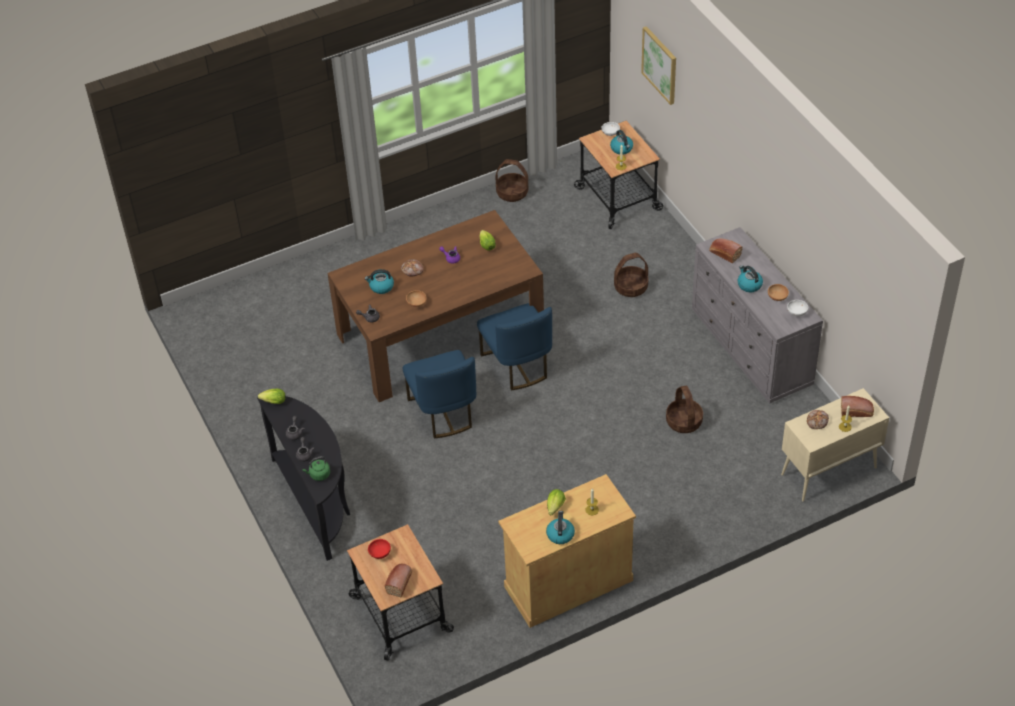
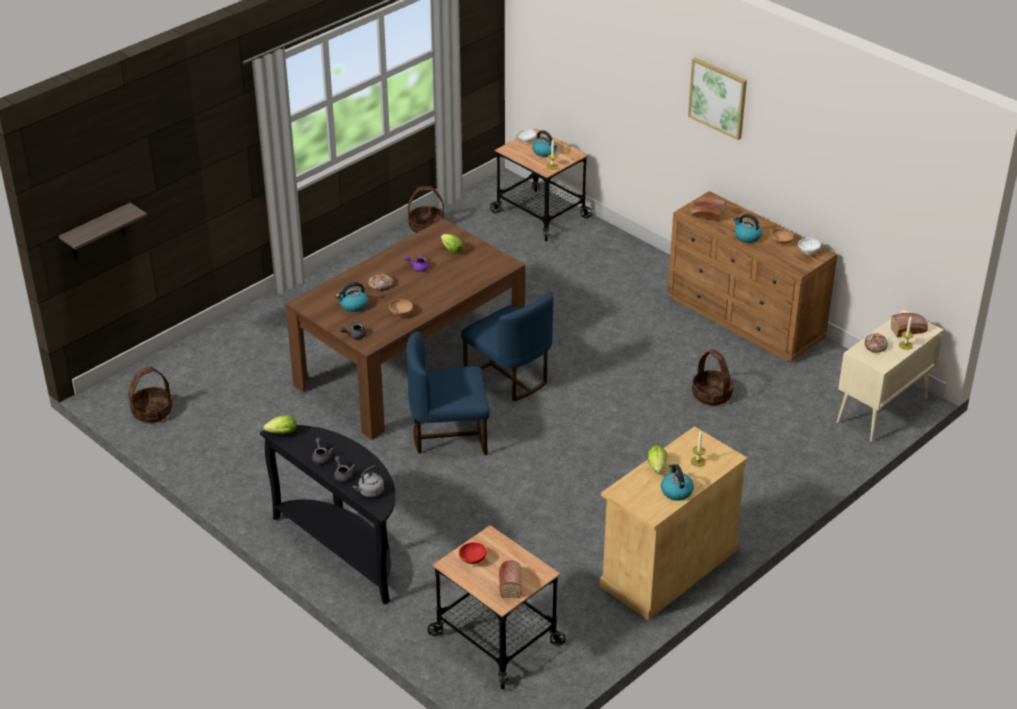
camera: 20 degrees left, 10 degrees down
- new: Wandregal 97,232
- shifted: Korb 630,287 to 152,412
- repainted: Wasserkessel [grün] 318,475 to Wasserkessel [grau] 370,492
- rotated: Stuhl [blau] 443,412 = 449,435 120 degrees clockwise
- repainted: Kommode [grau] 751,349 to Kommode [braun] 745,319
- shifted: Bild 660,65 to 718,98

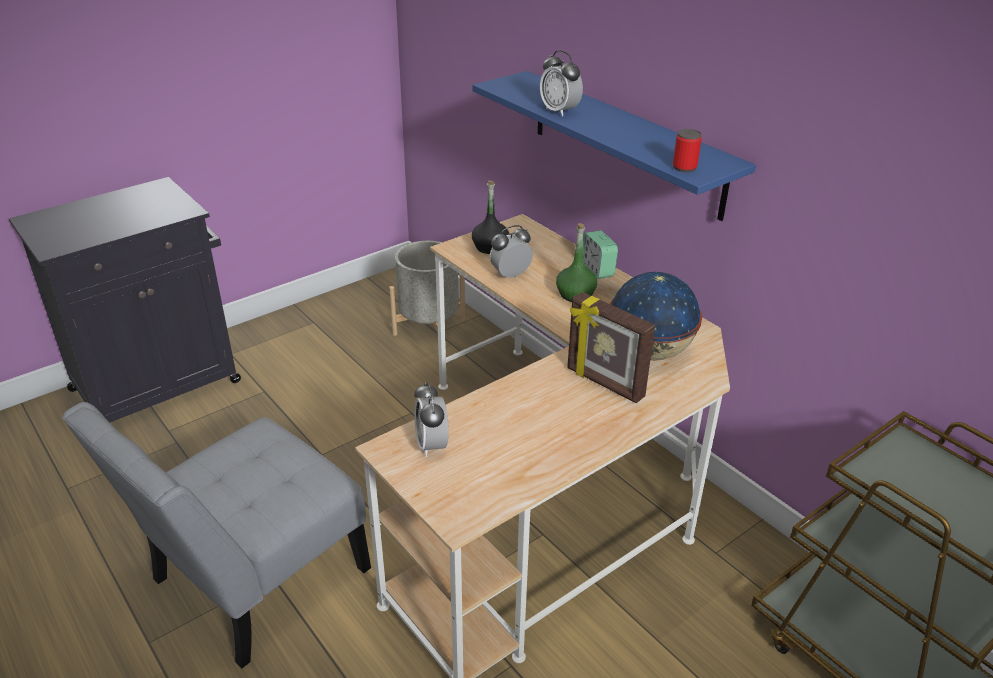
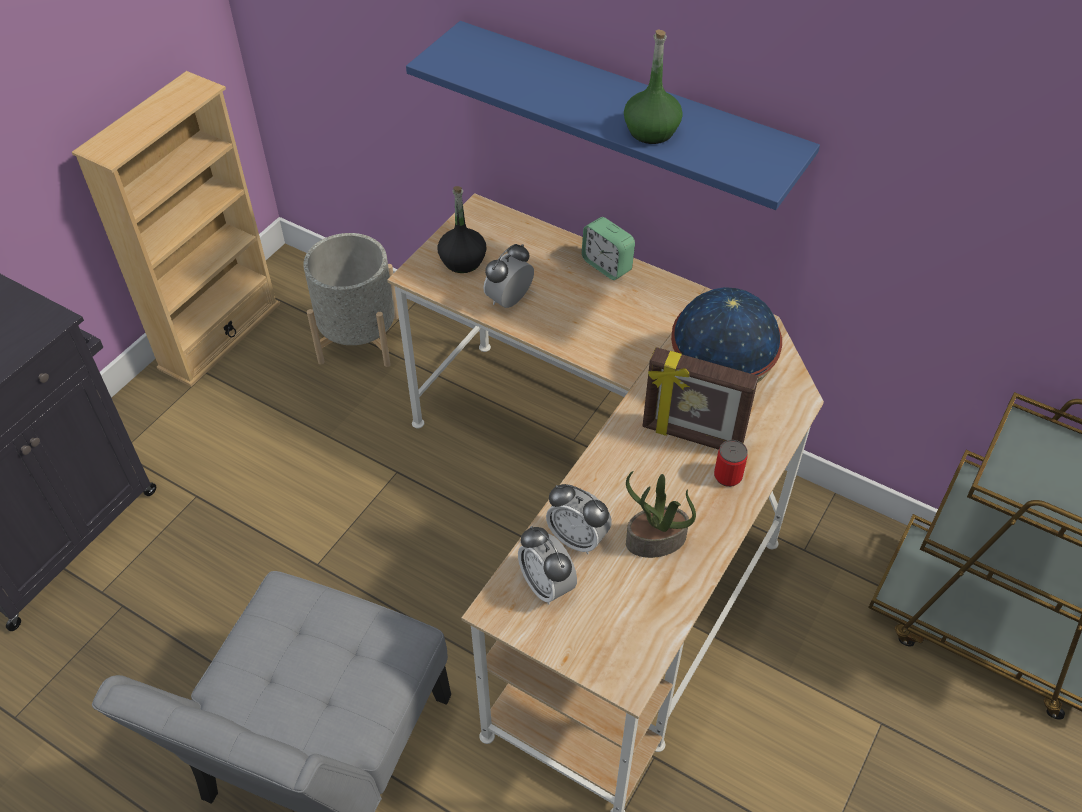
camera: 20 degrees left, 15 degrees up
- new: Bücherregal [beige] 220,336
- shifted: Wecker 559,111 to 577,538
- shifted: Flasche [grün] 575,294 to 651,131
- new: Topfpflanze 655,541
- shifted: Dose 684,167 to 727,476

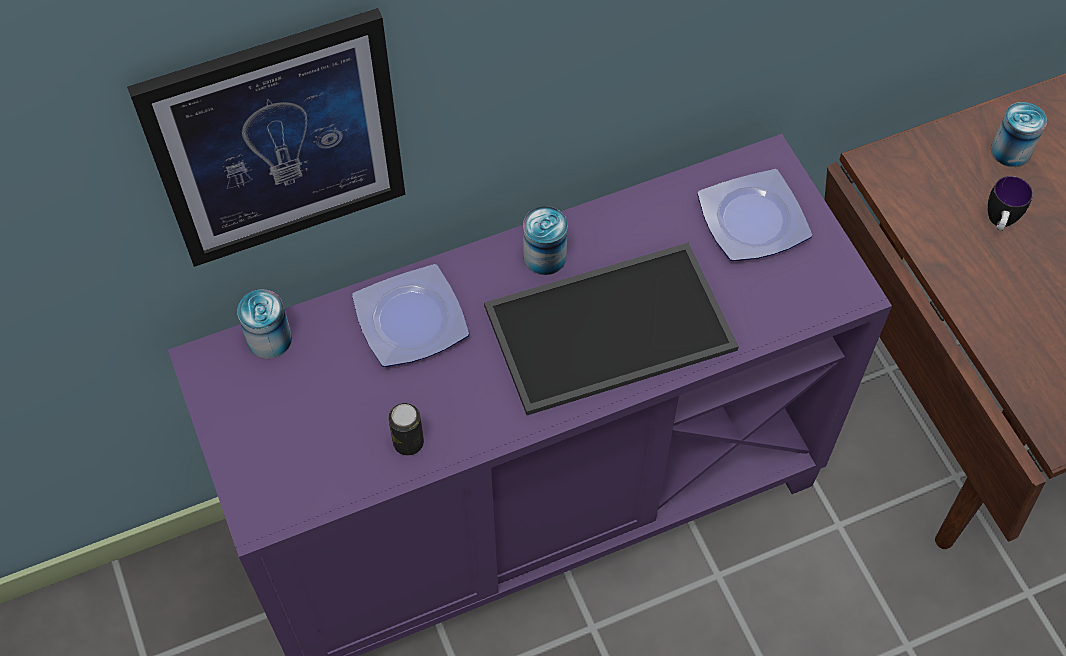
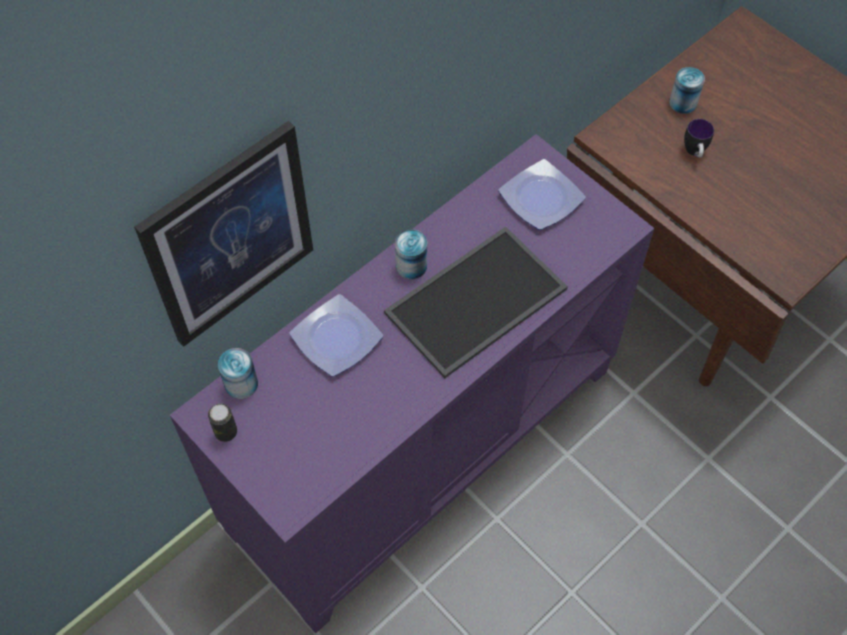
camera: 20 degrees left, 0 degrees up
- shifted: Dose 408,442 to 226,432

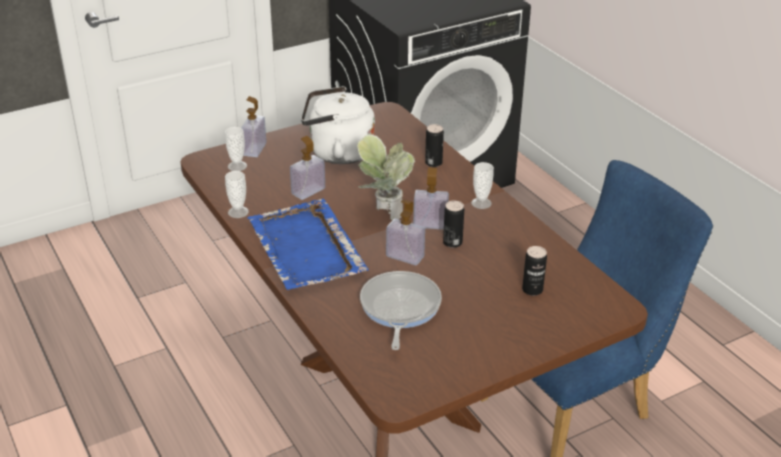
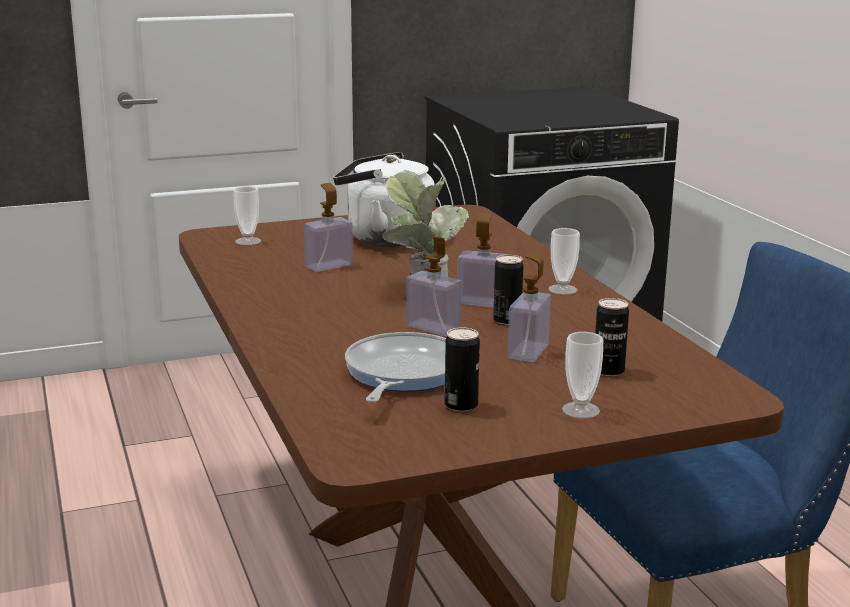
camera: 10 degrees right, 15 degrees down
- shifted: Dose 433,163 to 461,405
- shifted: Seifenspender 254,149 to 528,351
- shifted: Tasse 238,212 to 580,410
- gone: Tablett [blau] 306,249

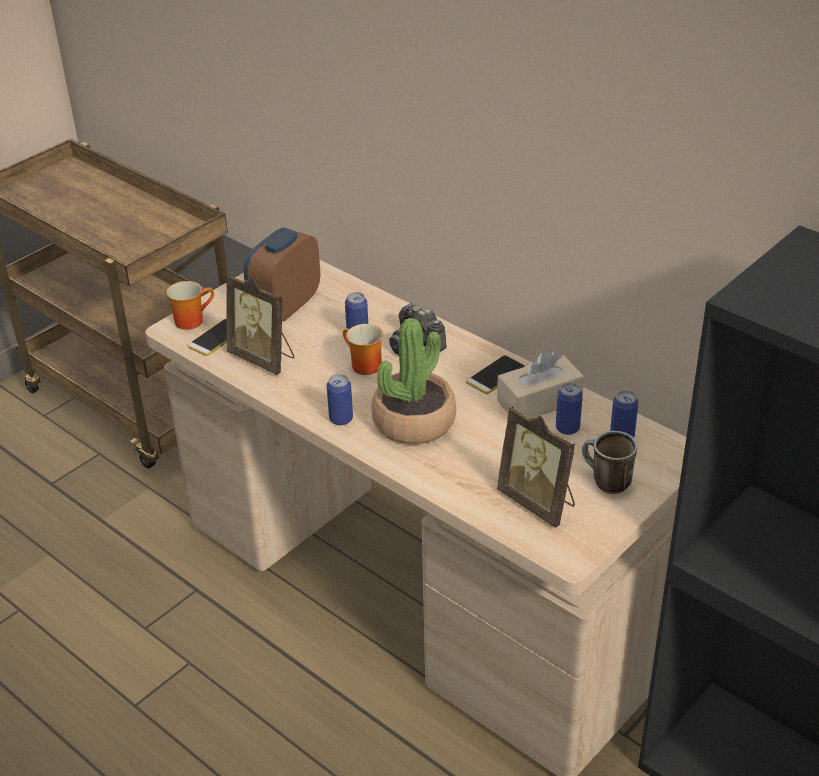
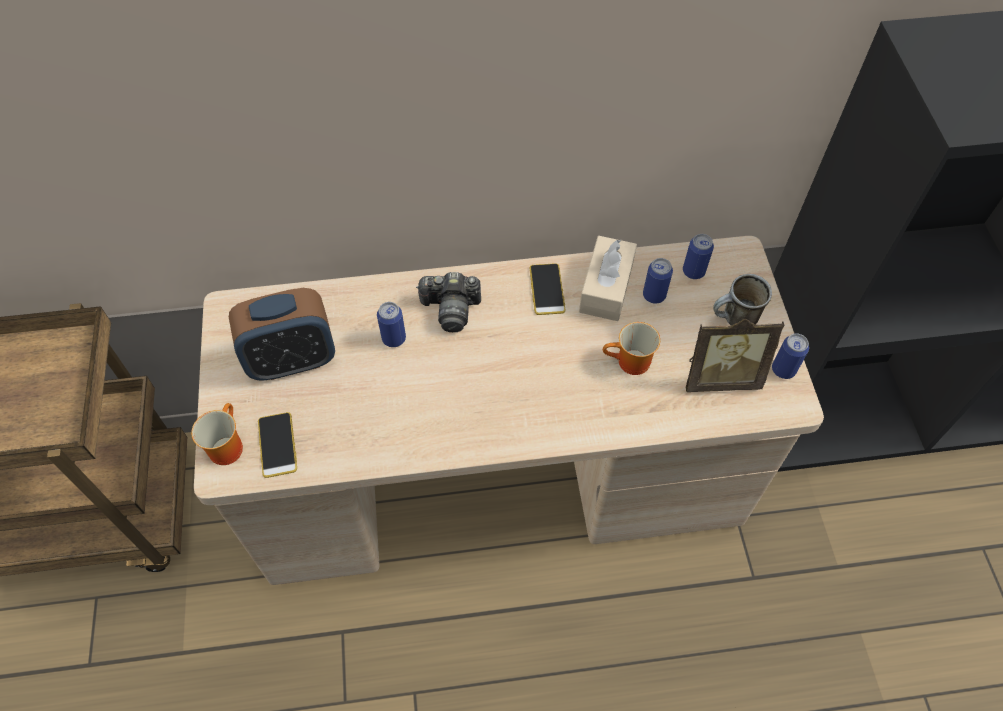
camera: 50 degrees left, 20 degrees up
- rotated: Wecker 285,306 = 292,360 90 degrees counterclockwise
- shifted: Henkelbecher 362,365 to 630,364
- shifted: Dose 341,419 to 783,370
- gone: Bilderrahmen 264,358
- gone: Topfpflanze 414,421

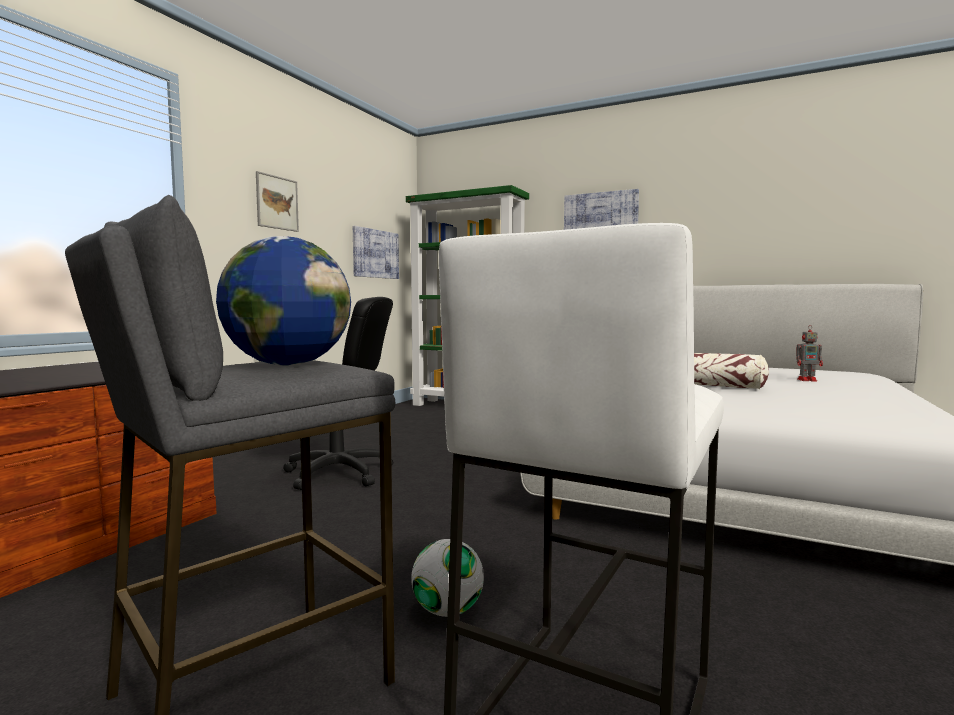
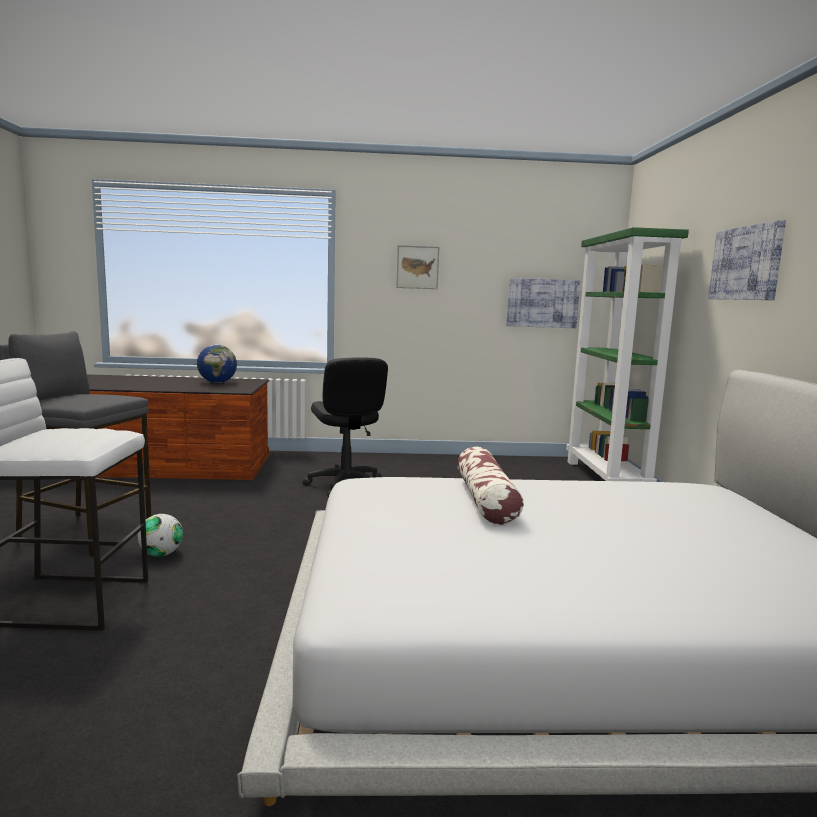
camera: 60 degrees right, 5 degrees up
- shifted: Globus 288,365 to 217,382
- gone: Spielzeugroboter 808,380

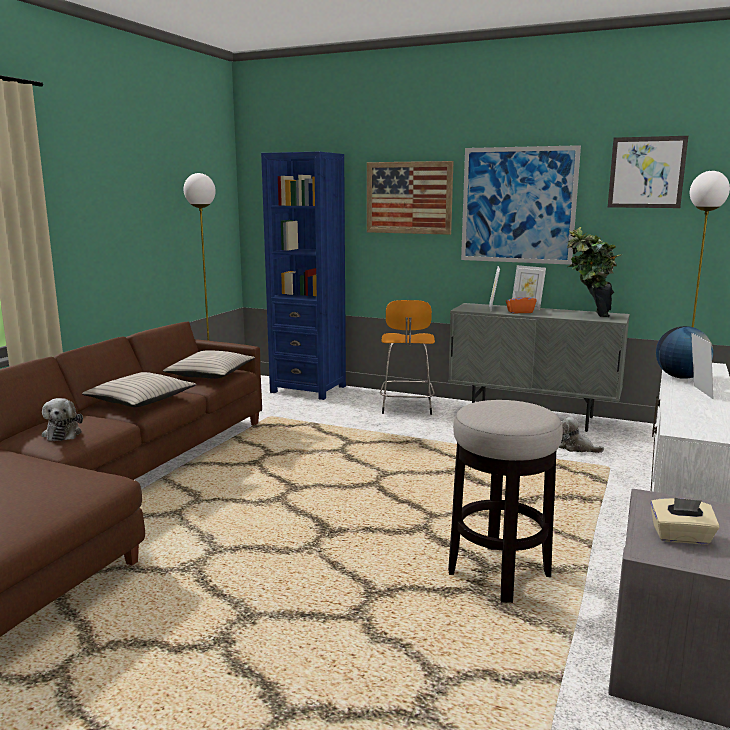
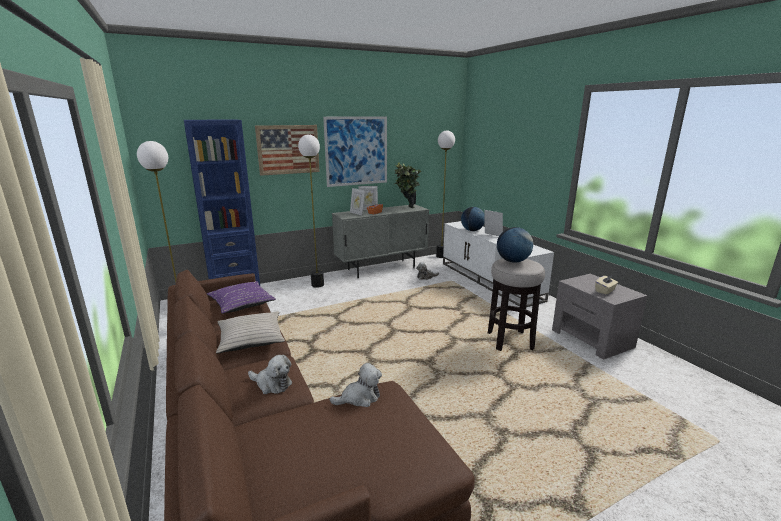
camera: 50 degrees left, 5 degrees up
- repainted: Kissen [beige] 210,374 to Kissen [lila] 241,303
- swapped: Hocker [orange] 406,407 to Stehlampe 317,285
- new: Plüschtier 359,398
- new: Globus 513,261
- gone: Bild 646,172

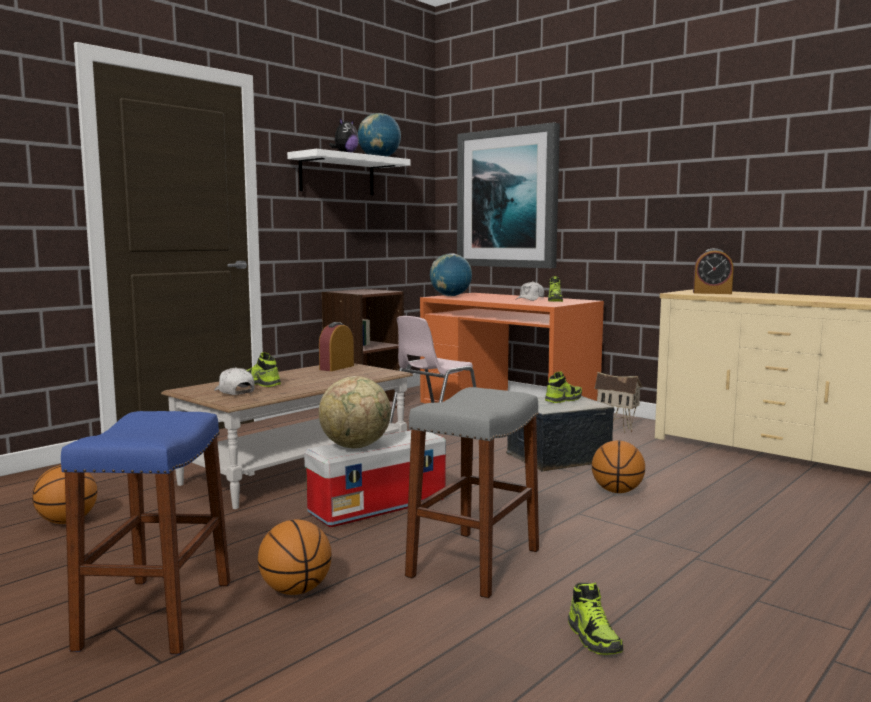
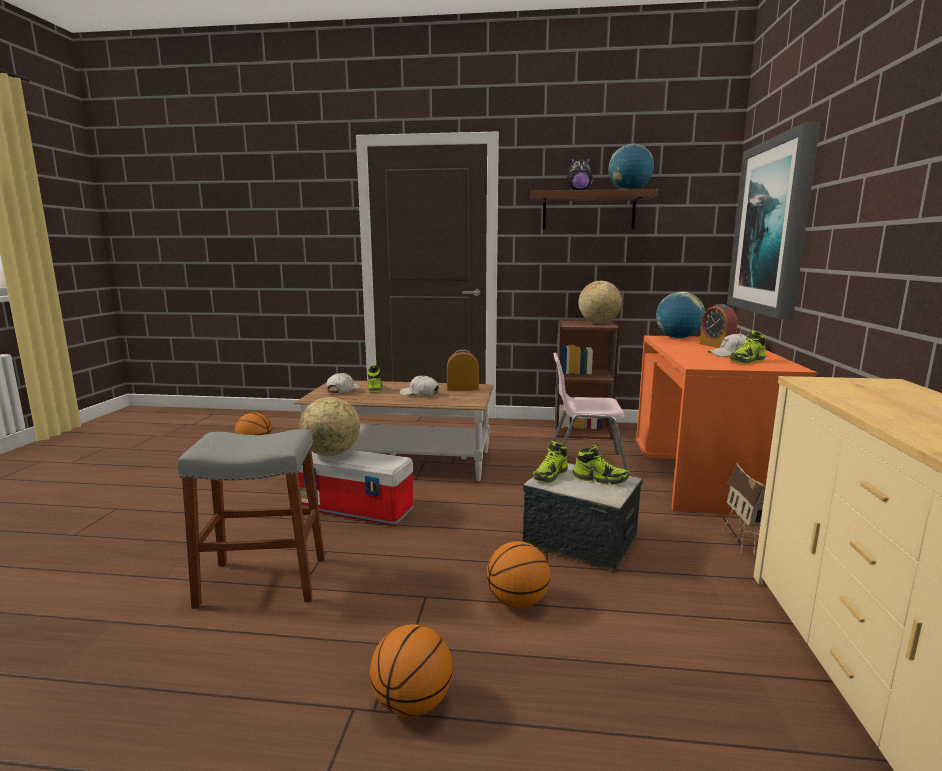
camera: 55 degrees right, 5 degrees up
- shifted: Basketball 295,591 to 412,703
- new: Kappe [weiß] 419,394
- repainted: Wandregal [weiß] 337,175 to Wandregal [braun] 588,211
- shifted: Schuh 594,638 to 550,475
- new: Globus 598,323
- shifted: Wecker 712,293 to 716,346
- gone: Hocker [blau] 157,614

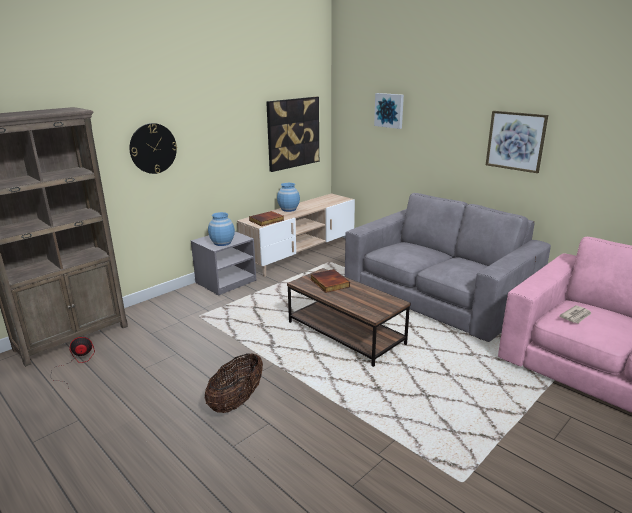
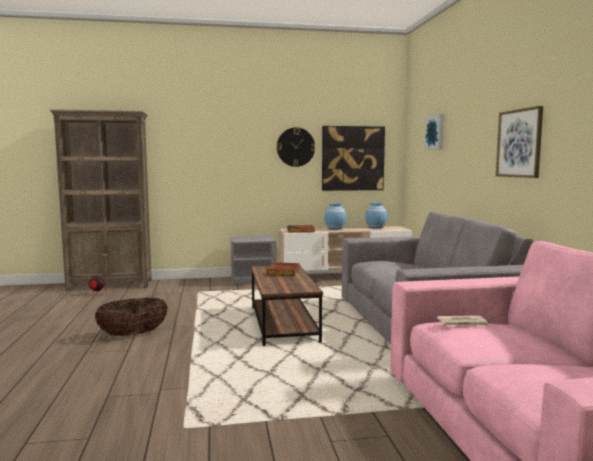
camera: 35 degrees right, 15 degrees down
- shifted: Wanduhr 153,148 to 295,147
- shifted: Vase [blau] 222,243 to 376,227

